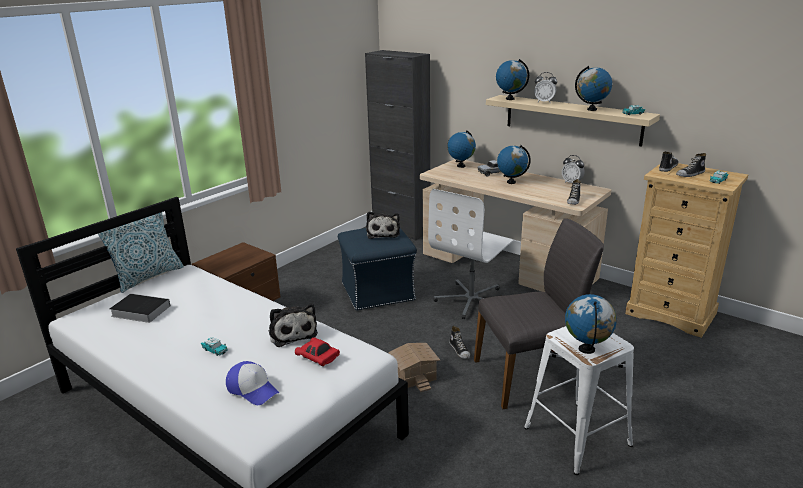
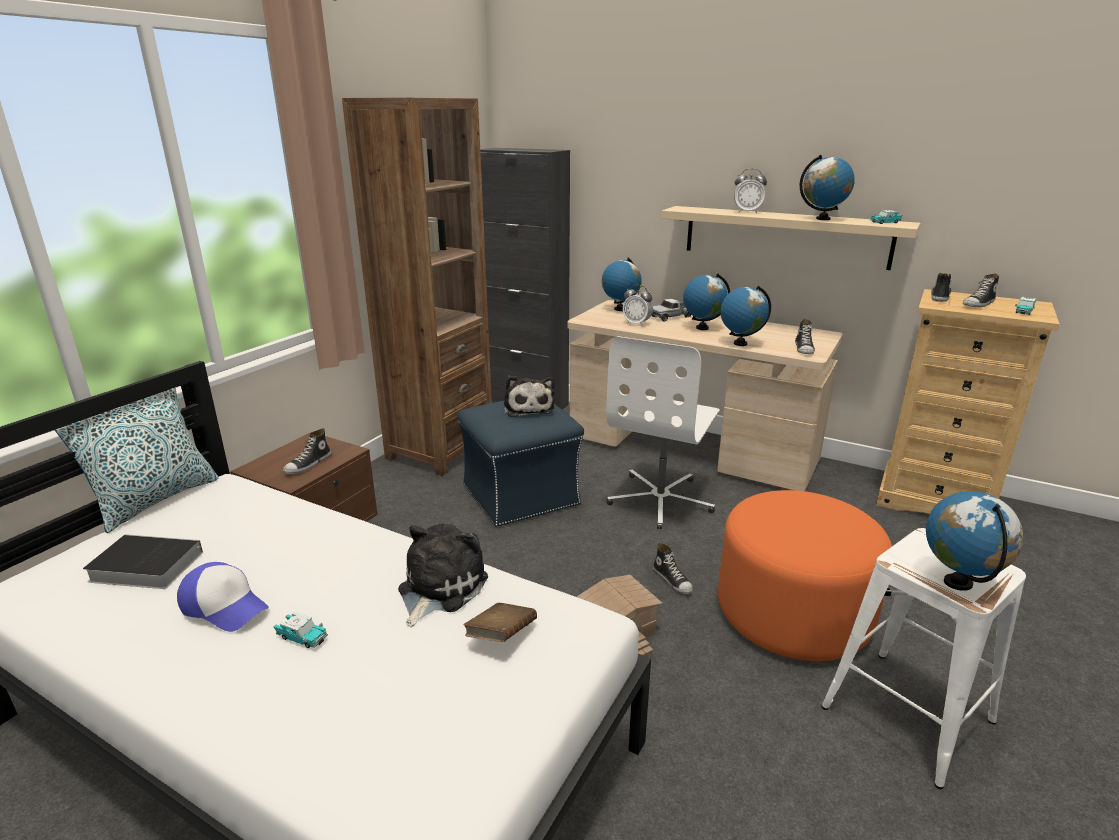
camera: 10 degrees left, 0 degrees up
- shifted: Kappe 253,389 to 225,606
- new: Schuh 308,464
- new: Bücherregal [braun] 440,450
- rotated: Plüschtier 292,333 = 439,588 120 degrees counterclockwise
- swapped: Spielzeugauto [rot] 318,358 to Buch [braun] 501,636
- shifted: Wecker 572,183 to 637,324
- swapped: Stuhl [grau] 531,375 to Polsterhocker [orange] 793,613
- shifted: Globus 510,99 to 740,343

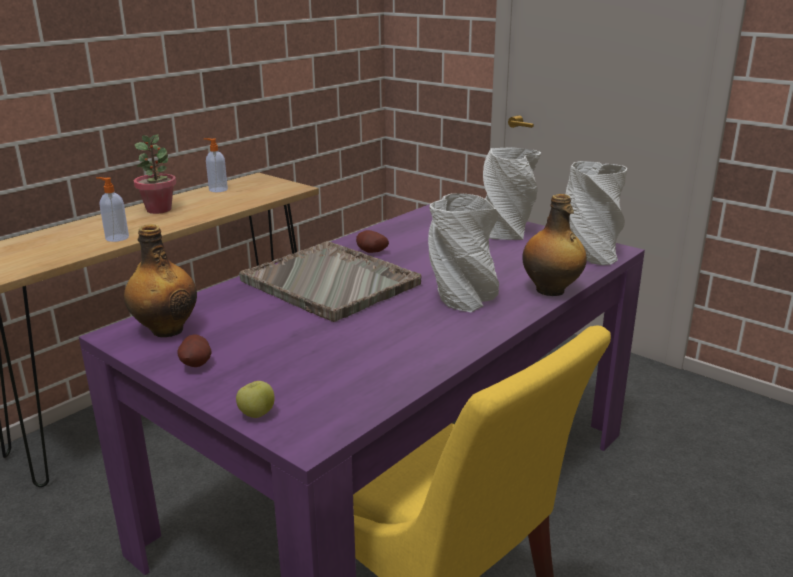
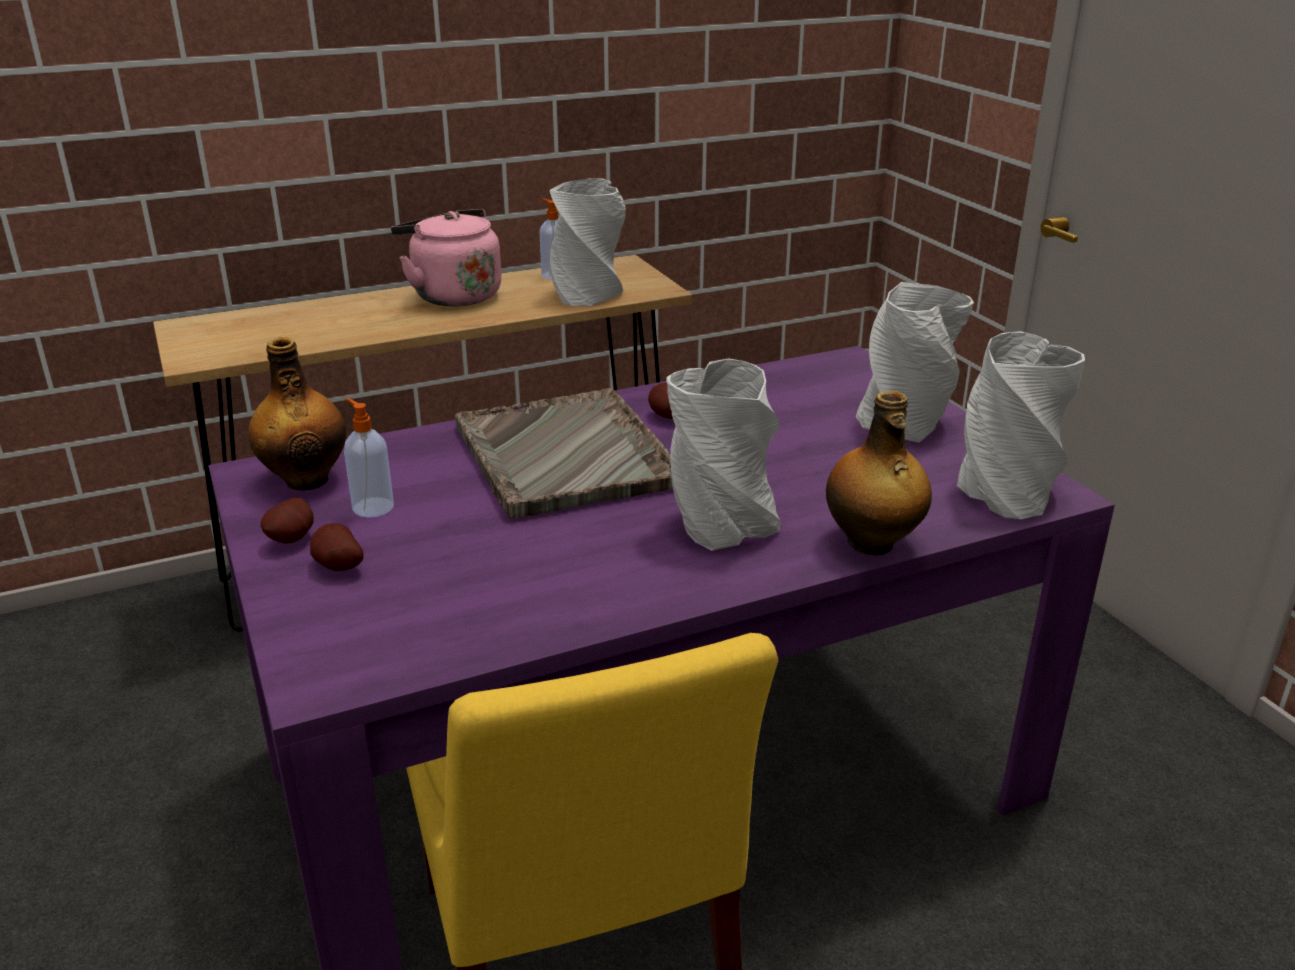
camera: 25 degrees right, 5 degrees up
- new: Kartoffel 337,567
- shifted: Seifenspender 116,238 to 372,507
- swapped: Topfpflanze 159,209 to Wasserkessel [rosa] 453,295
- new: Vase [grau] 587,293
- gone: Apfel 257,414

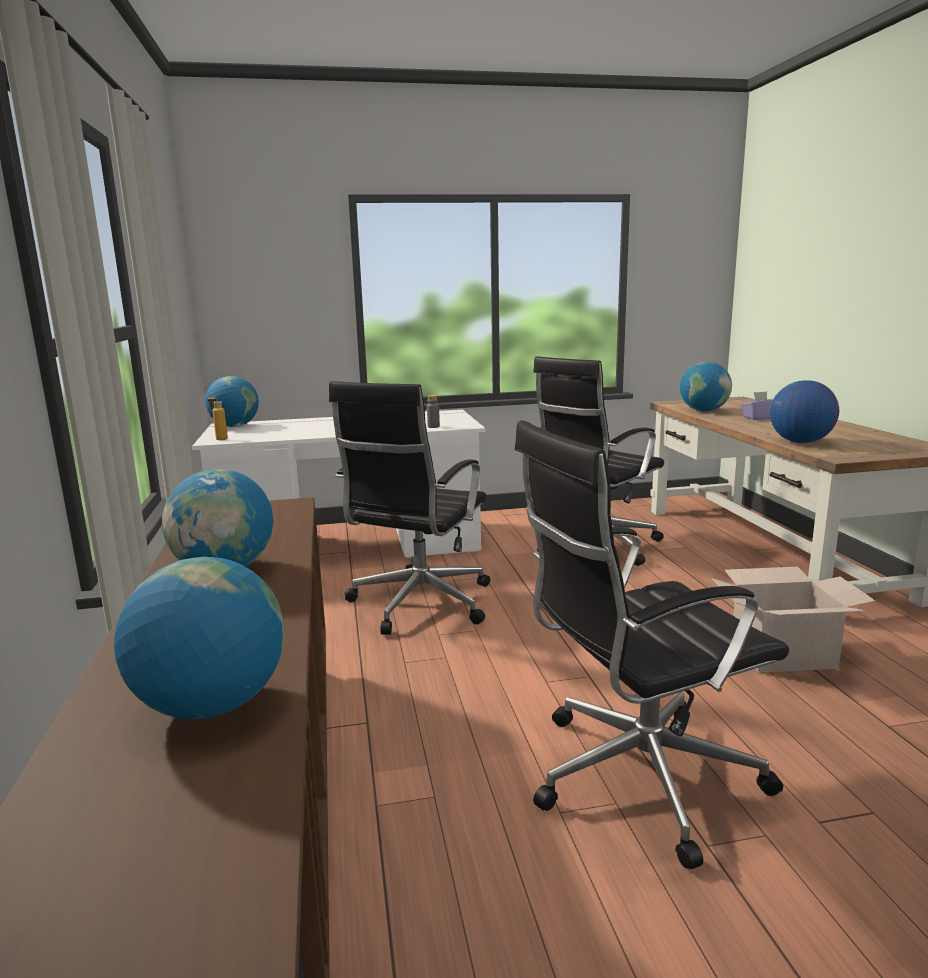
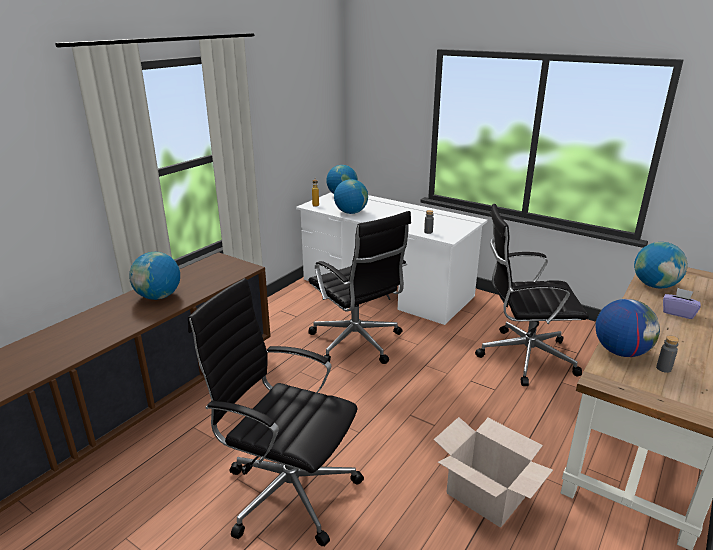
camera: 45 degrees right, 10 degrees up
- rotated: Bürostuhl [schwarz] 418,604 = 357,343 105 degrees counterclockwise
- shifted: Globus 211,706 to 350,212
- new: Flasche [grau] 663,368

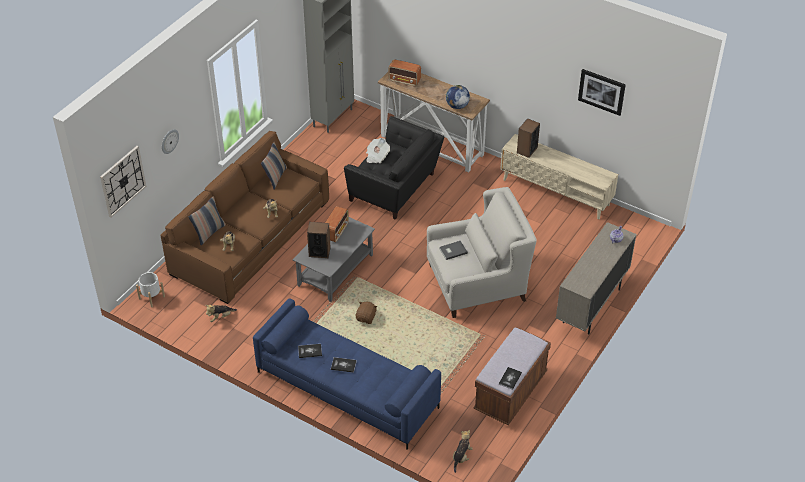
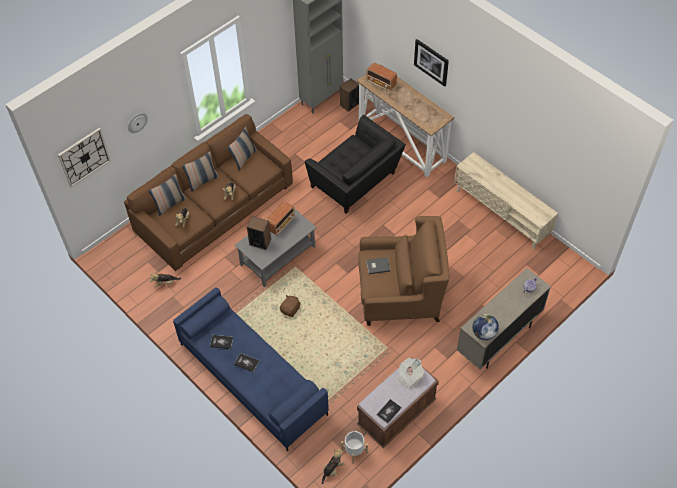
camera: 15 degrees right, 10 degrees up
- new: Kissen 202,181
- shifted: Lautsprecher 527,150 to 349,104
- shifted: Pflanzkübel [weiß] 152,297 to 354,451
- repainted: Sessel [weiß] 476,283 to Sessel [braun] 400,294
- shifted: Zeitung 377,156 to 408,376
- shifted: Bild 601,91 to 431,62
- shifted: Globus 457,106 to 483,333

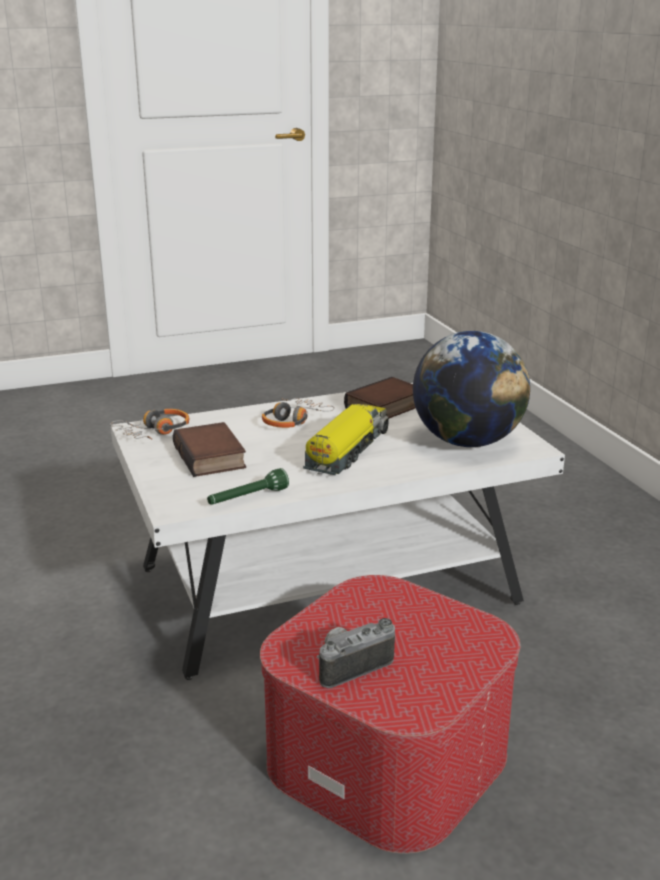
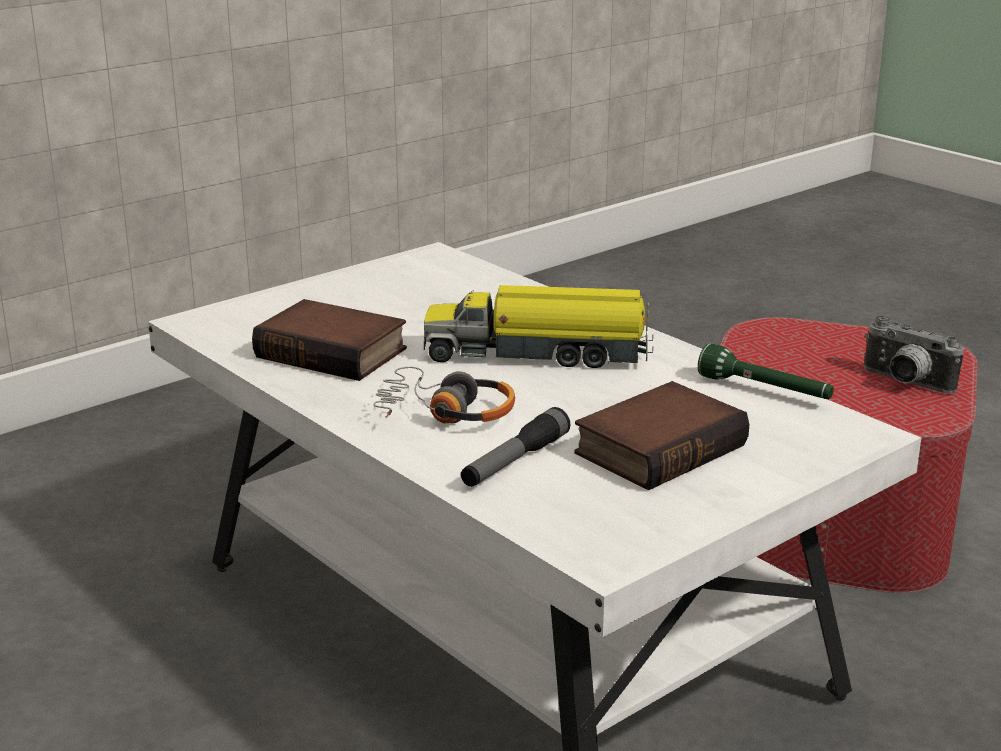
camera: 110 degrees left, 0 degrees up
- new: Taschenlampe 515,461
- gone: Kopfhörer 154,432
- gone: Globus 467,441

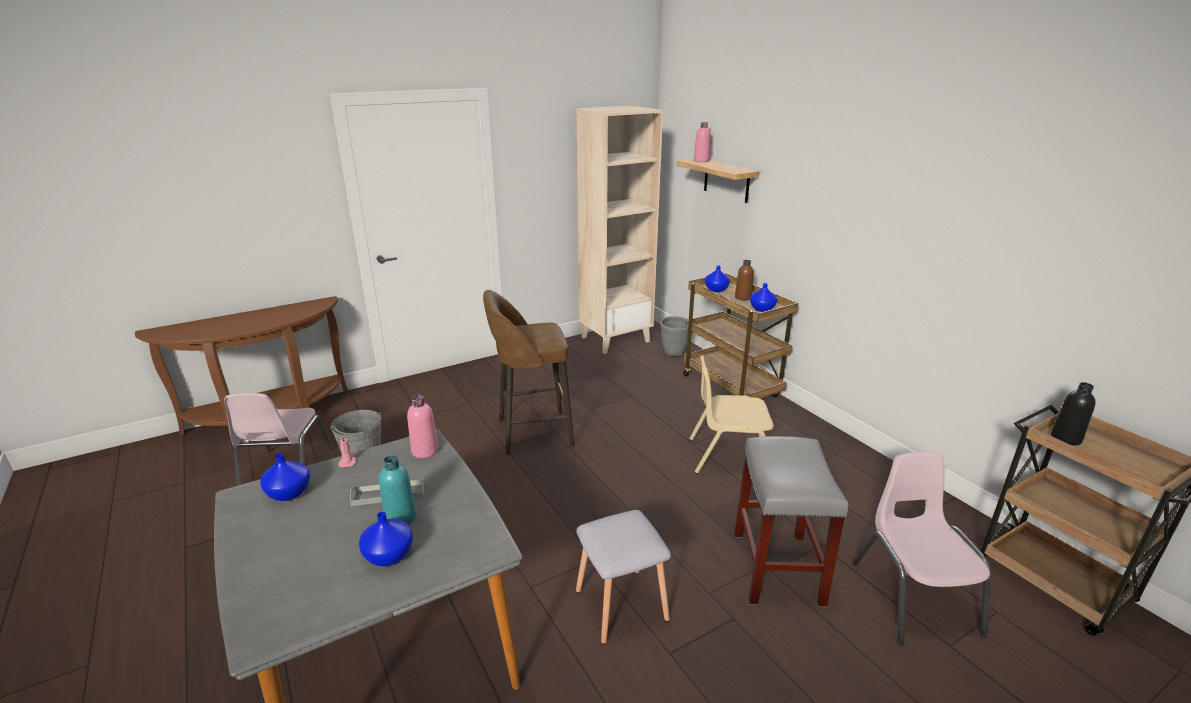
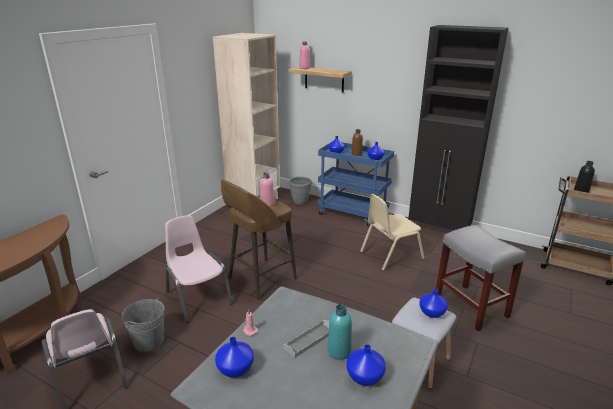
camera: 30 degrees left, 0 degrees up
- shifted: Stuhl [rosa] 913,597 to 198,298
- shifted: Flasche [rosa] 425,451 to 267,204
- repainted: Rollwagen [braun] 732,387 to Rollwagen [blau] 353,214
- new: Schrank [schwarz] 439,232
- new: Vase [blau] 432,313

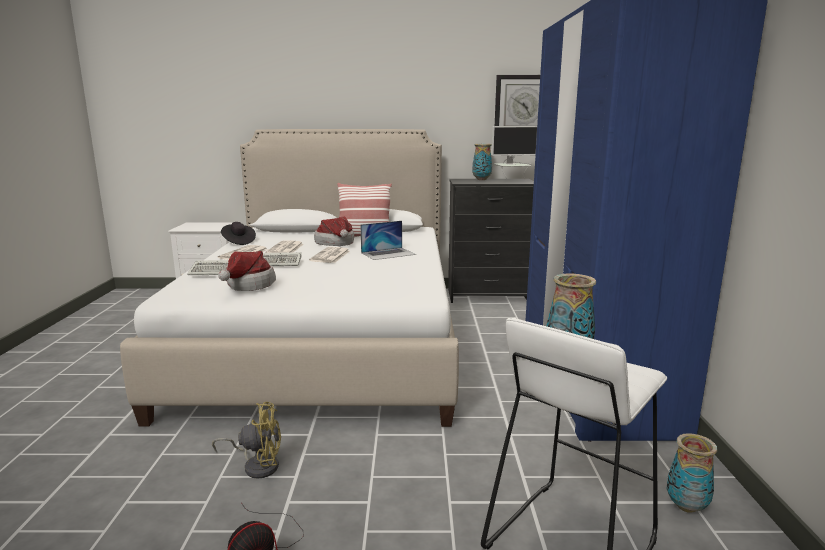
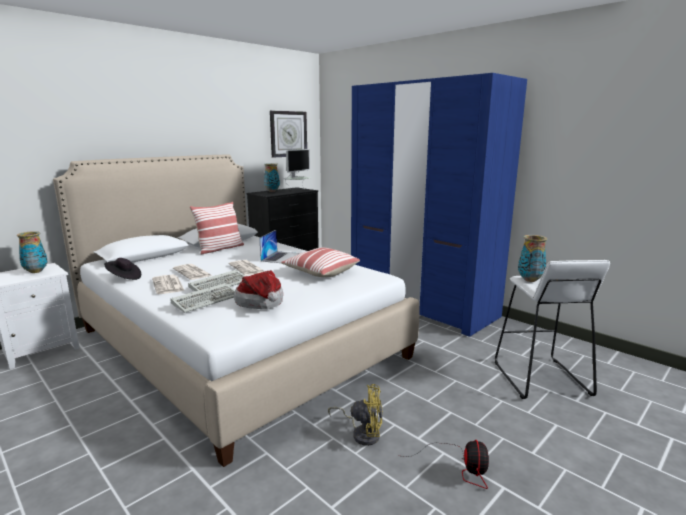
camera: 45 degrees left, 0 degrees up
- shifted: Vase 686,506 to 36,271
- new: Kissen 320,272
- rotated: Ventilator [gelb] 257,465 = 362,433 60 degrees clockwise
- gone: Hut 336,243

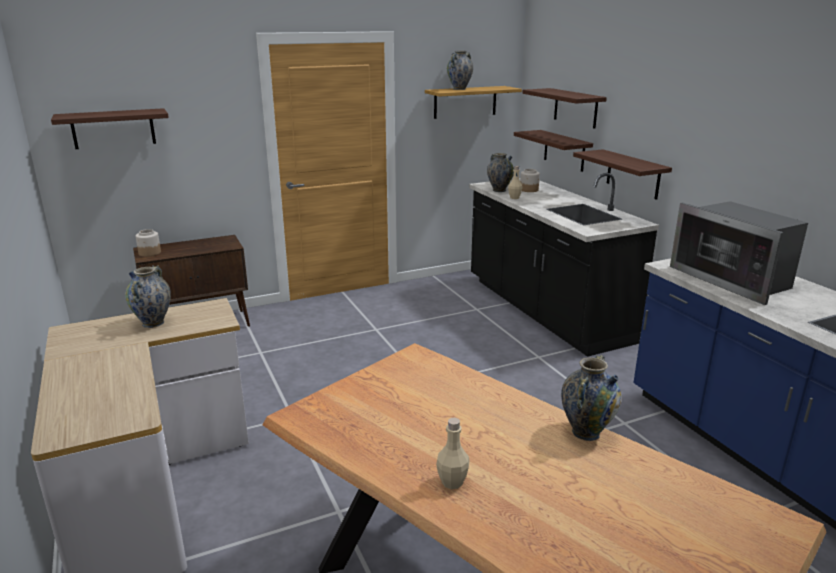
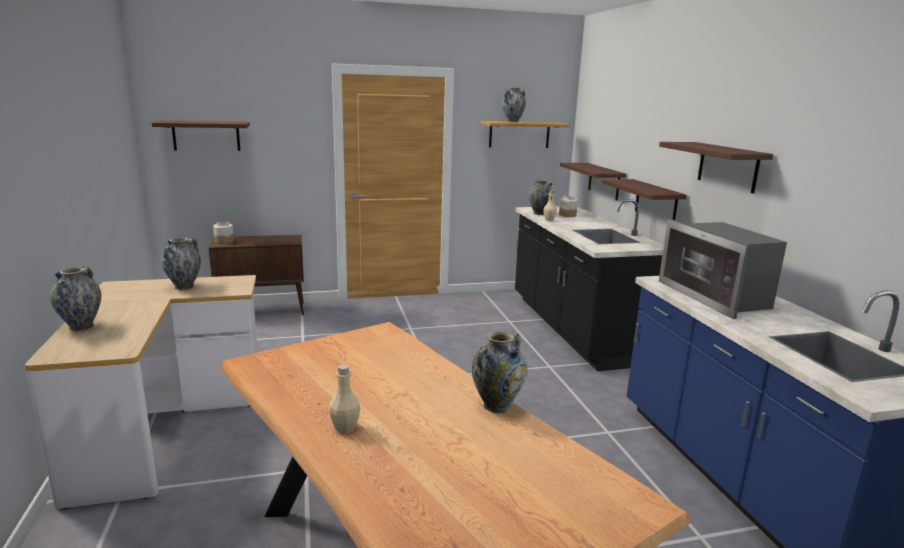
camera: 10 degrees right, 5 degrees down
- new: Vase 81,326
- shifted: Wandregal 575,108 to 727,167

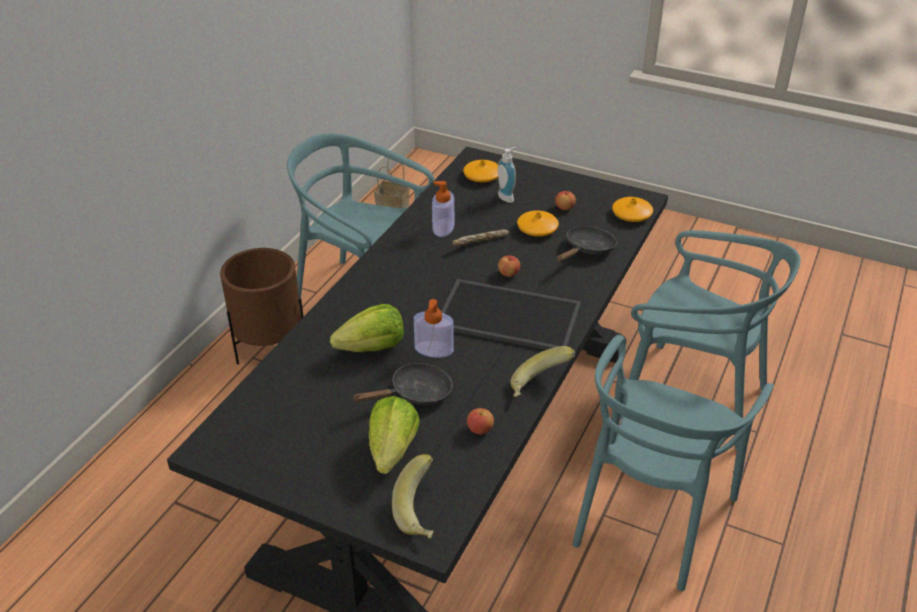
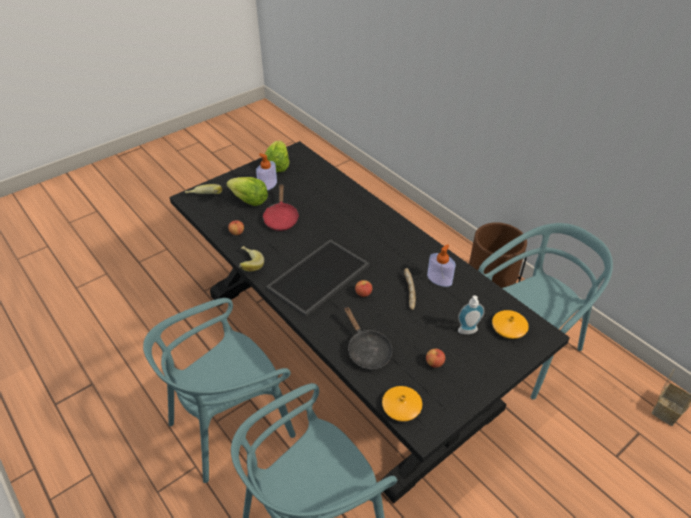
camera: 115 degrees right, 5 degrees up
- rotated: Stuhl [türkis] 650,516 = 231,425 90 degrees counterclockwise
- shifted: Seifenspender 434,349 to 267,185
- repainted: Pfanne [schwarz] 415,394 to Pfanne [rot] 281,218
- shifted: Salatkopf 372,348 to 278,165
- gone: Vase [orange] 537,229

